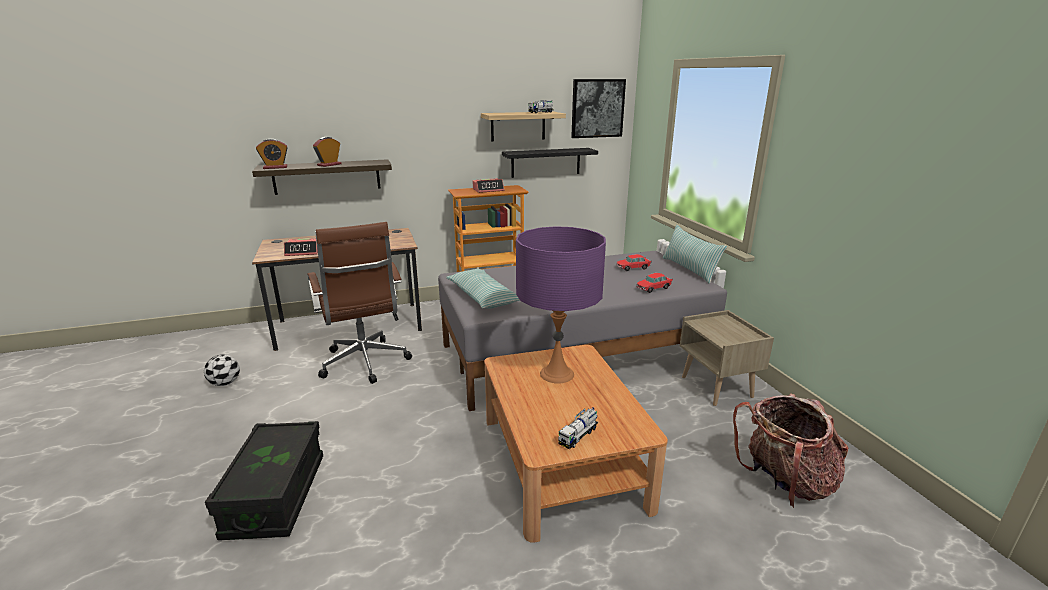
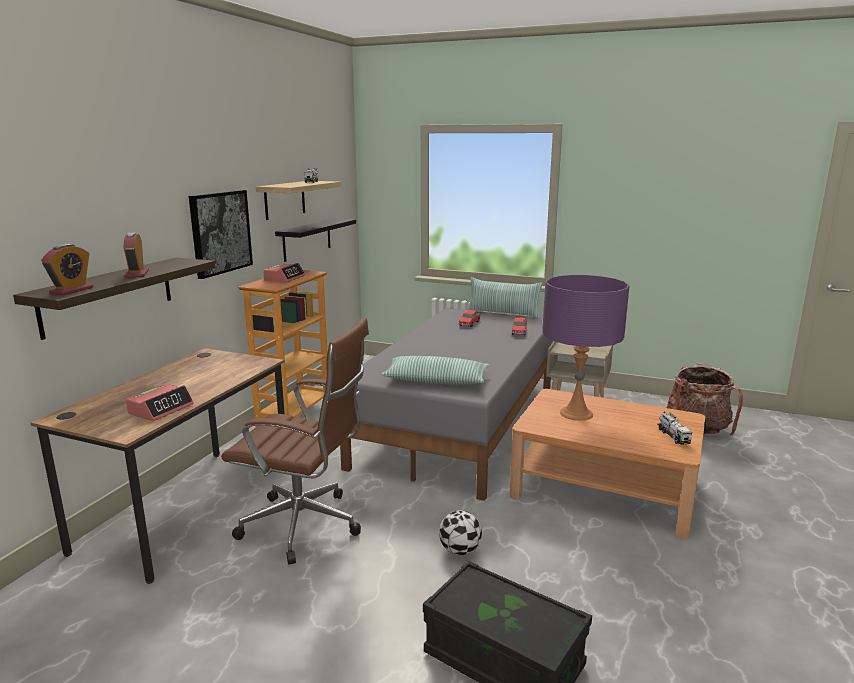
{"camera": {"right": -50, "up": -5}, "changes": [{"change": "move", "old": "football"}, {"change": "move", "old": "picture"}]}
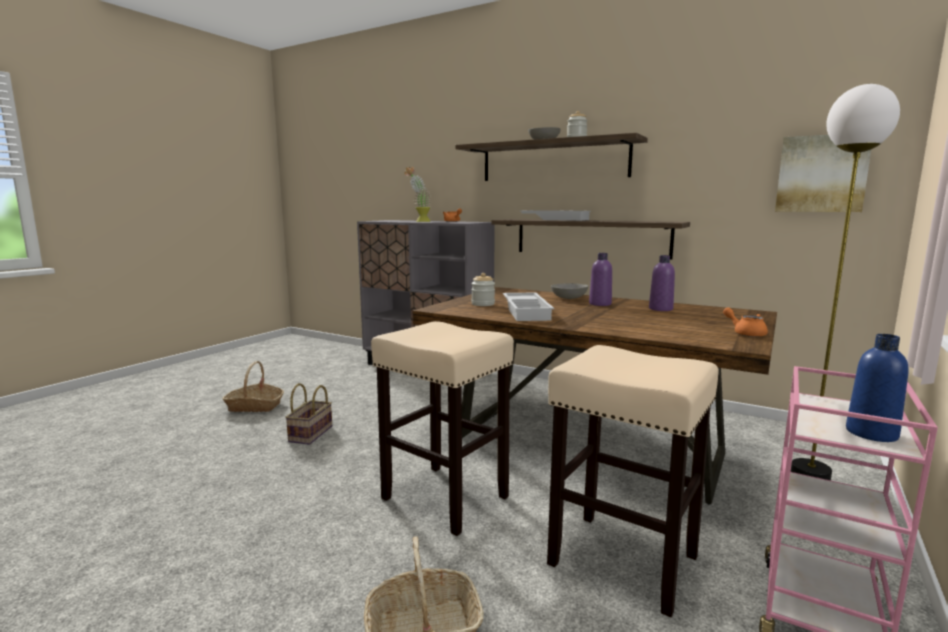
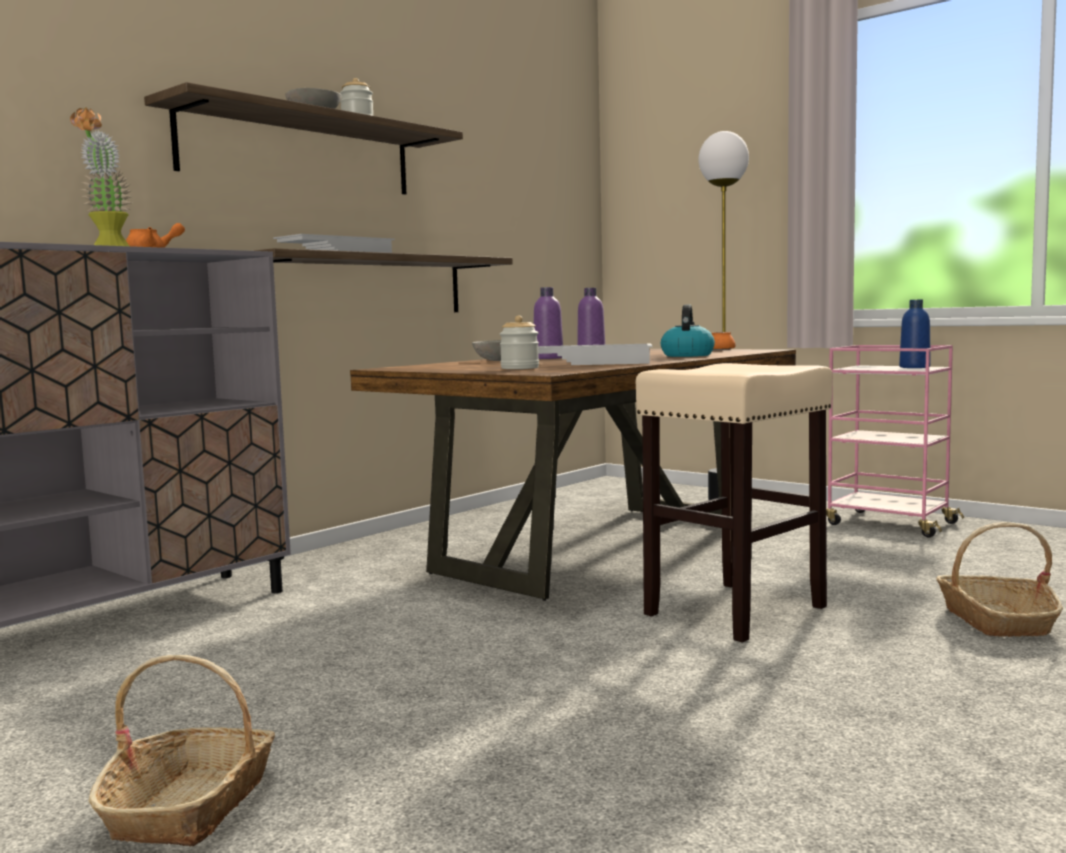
{"camera": {"right": -80, "up": -5}, "changes": [{"change": "delete", "old": "basket (2nd from left)"}, {"change": "delete", "old": "beige stool (2nd from left)"}, {"change": "delete", "old": "picture"}, {"change": "insert", "new": "kettle"}]}
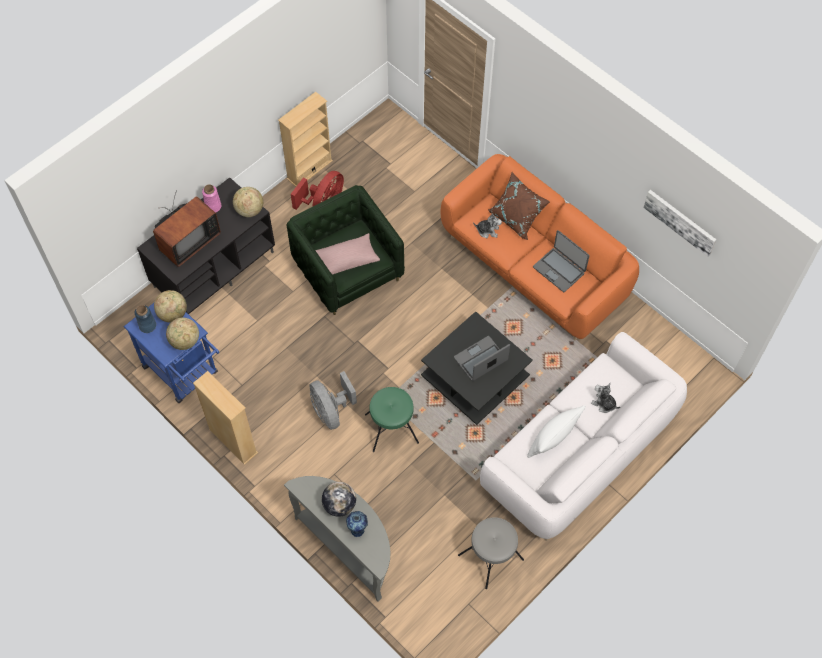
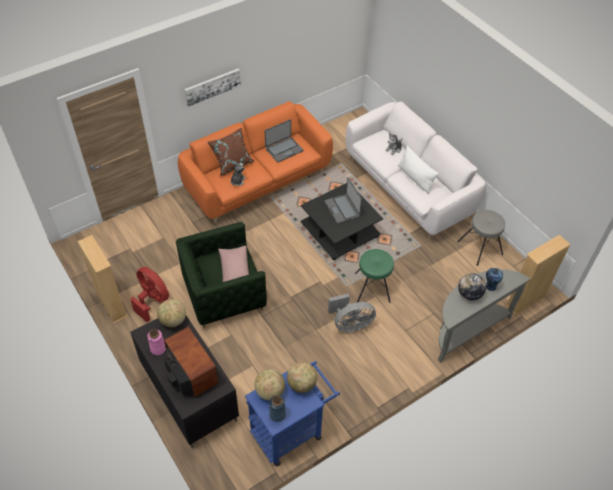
{"camera": {"right": -80, "up": -10}, "changes": [{"change": "move", "old": "beige bookcase (1st from left in the first image)", "new": "beige bookcase (2nd from left)"}, {"change": "move", "old": "picture"}]}
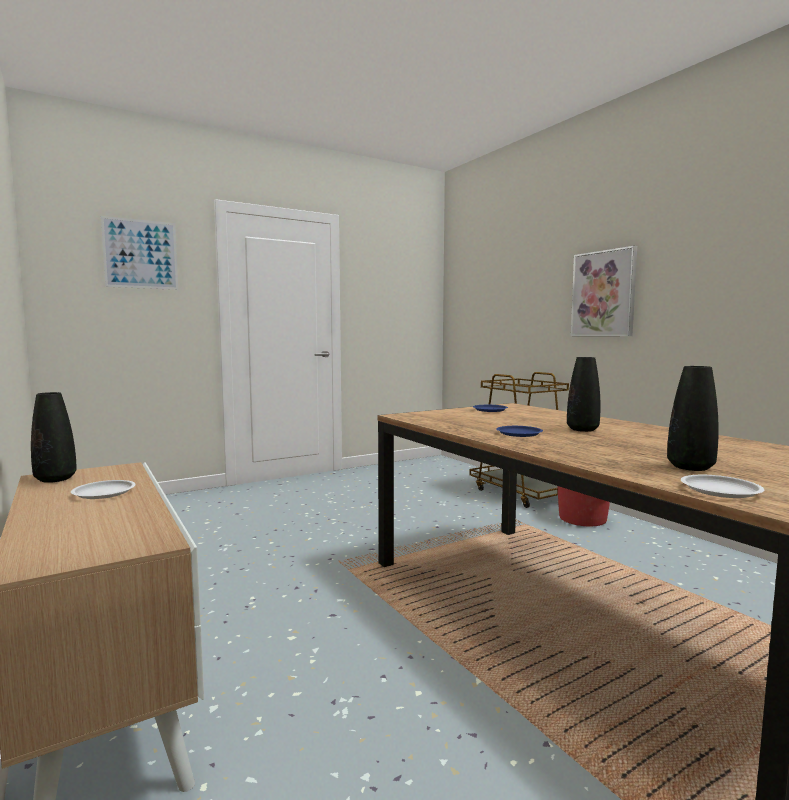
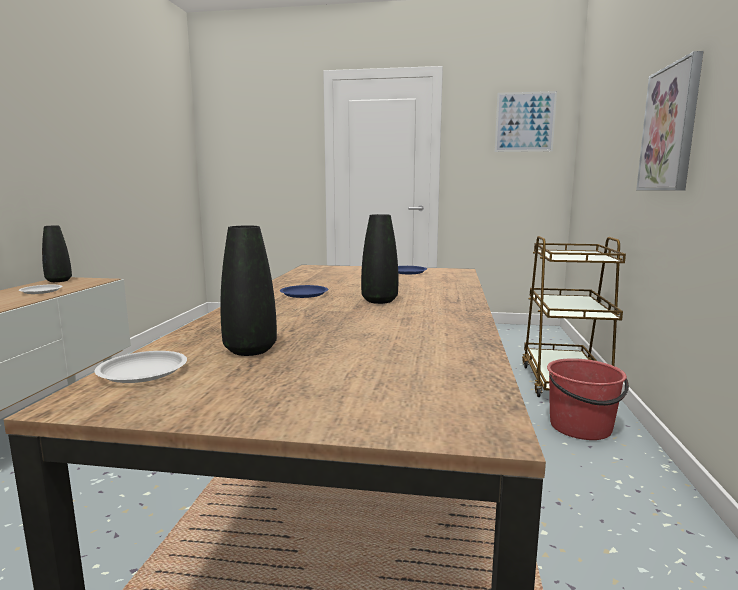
{"camera": {"right": 40, "up": 5}, "changes": [{"change": "move", "old": "picture (1st from left)"}]}
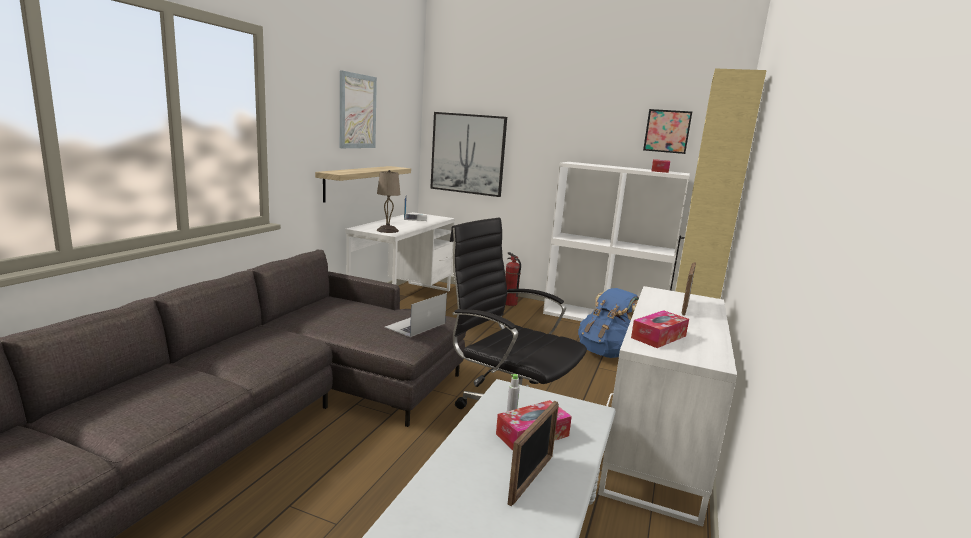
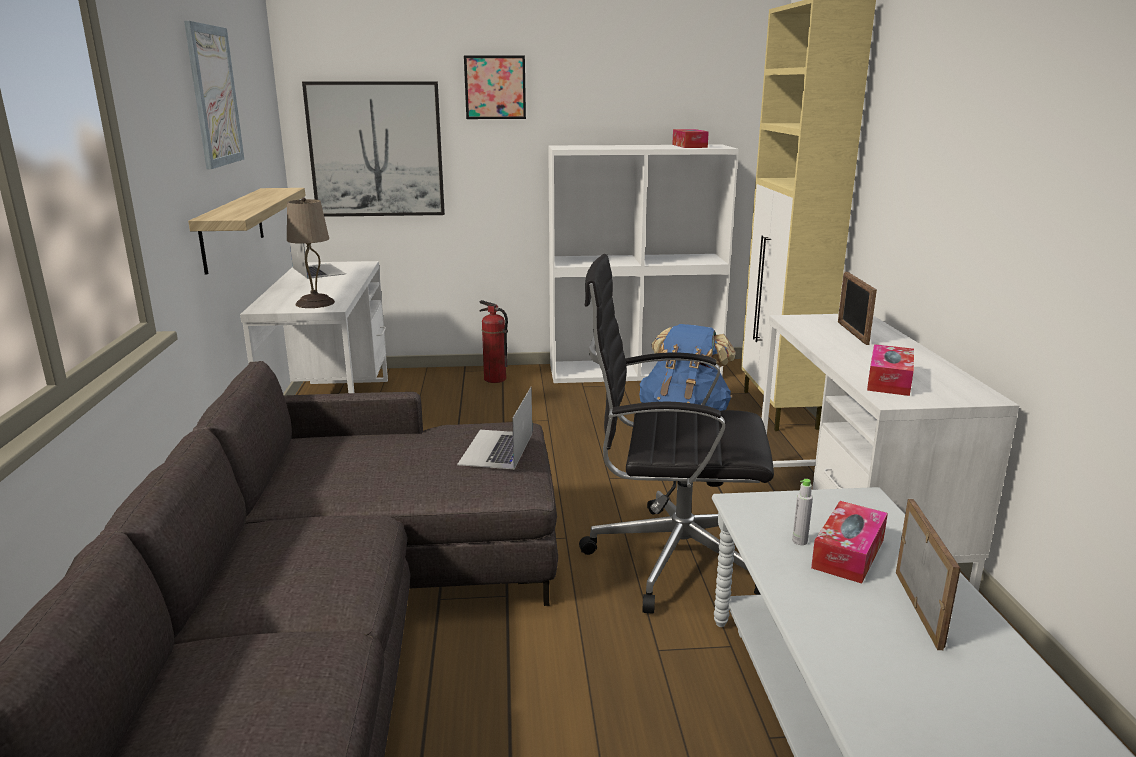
{"camera": {"right": -25, "up": 5}, "changes": [{"change": "move", "old": "picture (3rd from left)"}]}
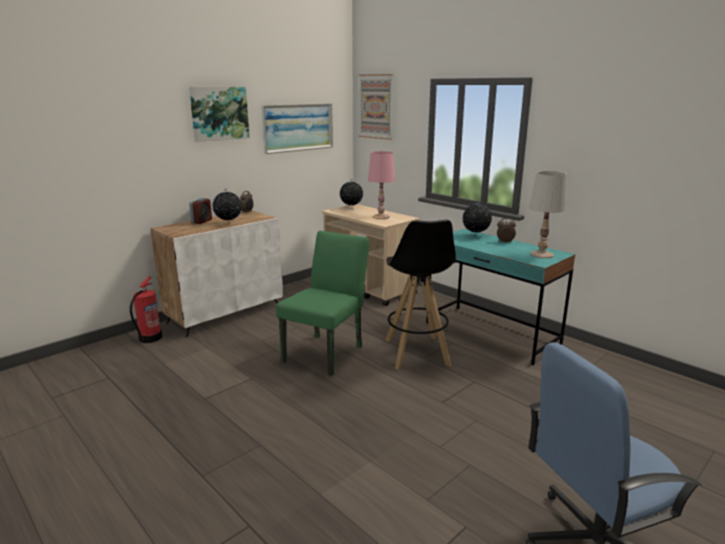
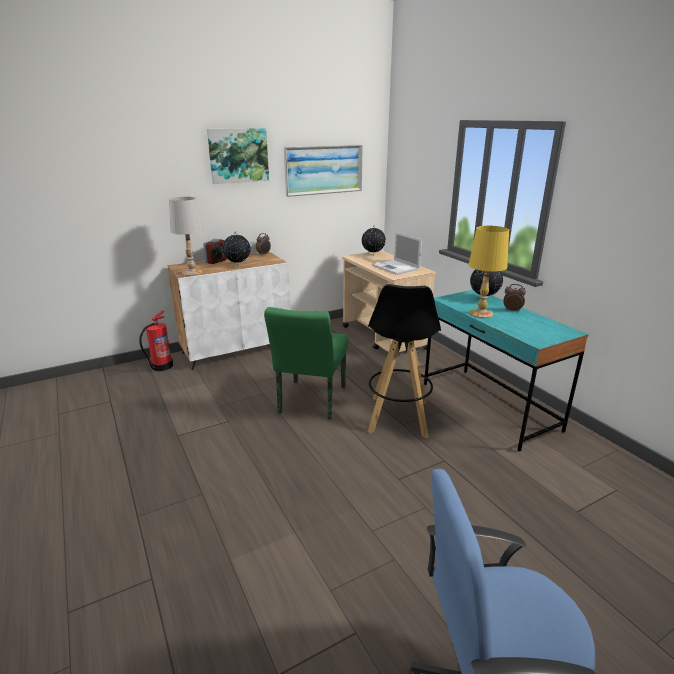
{"camera": {"right": 15, "up": 5}, "changes": [{"change": "rotate", "old": "green chair", "degrees": 150}, {"change": "delete", "old": "picture (3rd from left)"}, {"change": "replace", "old": "pink table lamp", "new": "laptop"}, {"change": "move", "old": "white table lamp"}, {"change": "insert", "new": "yellow table lamp"}]}
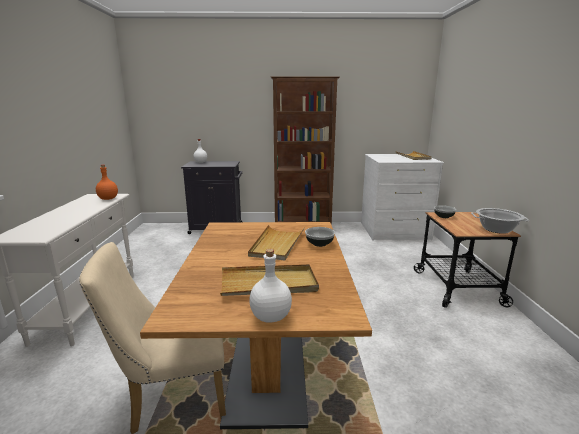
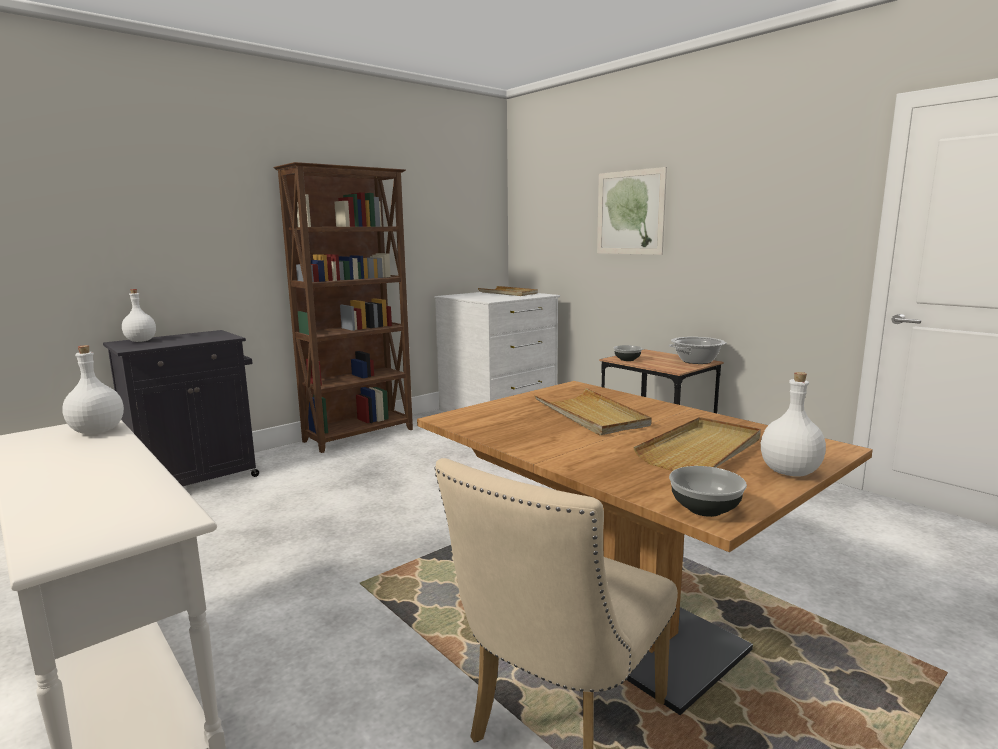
{"camera": {"right": -40, "up": -5}, "changes": [{"change": "recolor", "old": "orange bottle", "new": "white bottle (1st from left)"}, {"change": "move", "old": "bowl (1st from left in the first image)", "new": "bowl (2nd from left)"}, {"change": "insert", "new": "picture"}]}
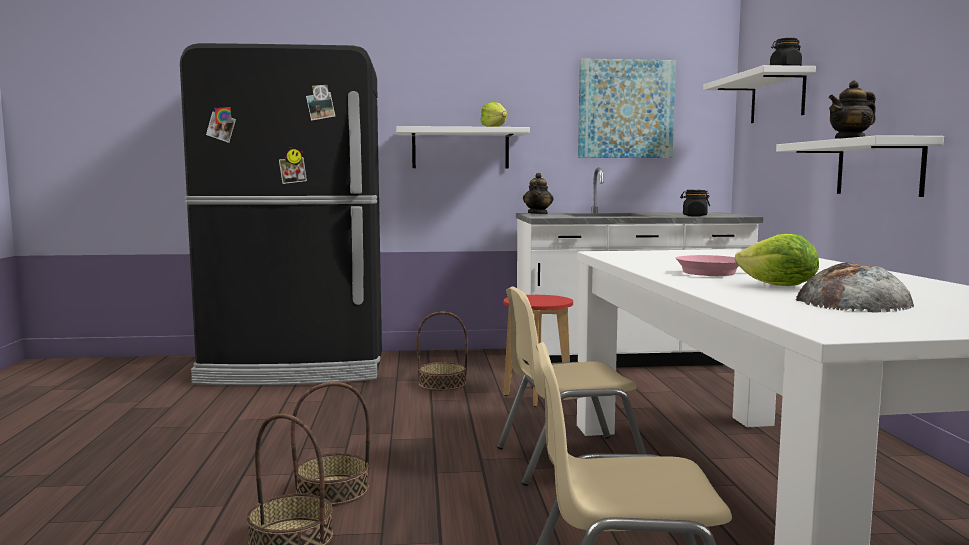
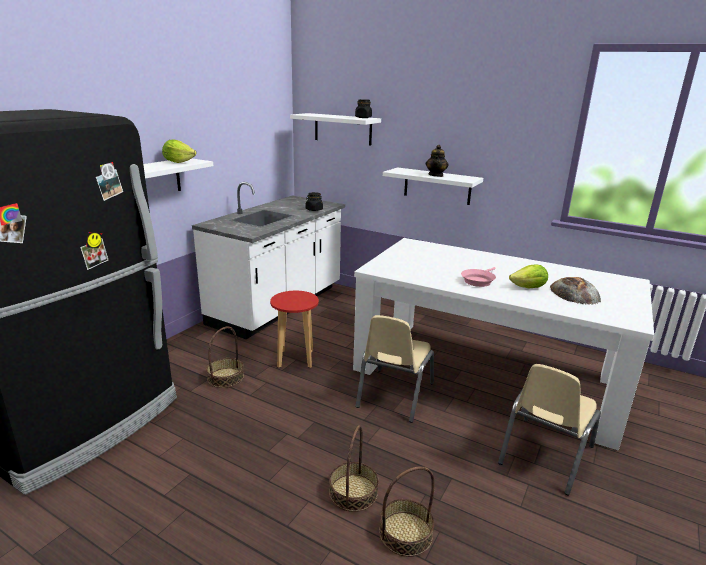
{"camera": {"right": -55, "up": 15}, "changes": [{"change": "delete", "old": "teapot (1st from left)"}, {"change": "delete", "old": "picture"}]}
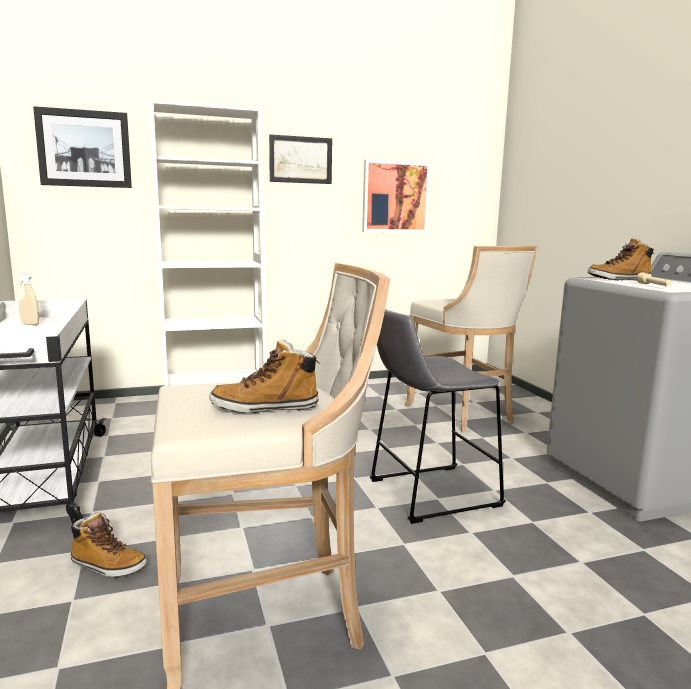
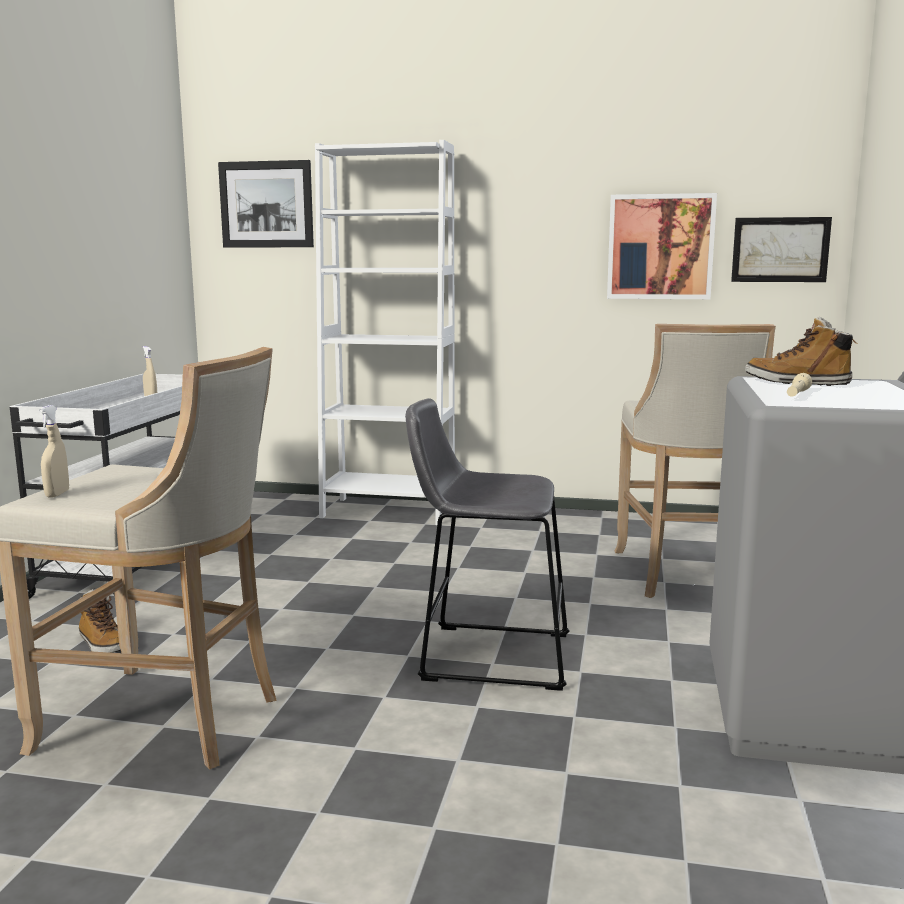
{"camera": {"right": 30, "up": 0}, "changes": [{"change": "delete", "old": "boot (2nd from left)"}, {"change": "move", "old": "picture (2nd from left in the first image)", "new": "picture (3rd from left)"}, {"change": "insert", "new": "beige spray bottle (1st from left)"}]}
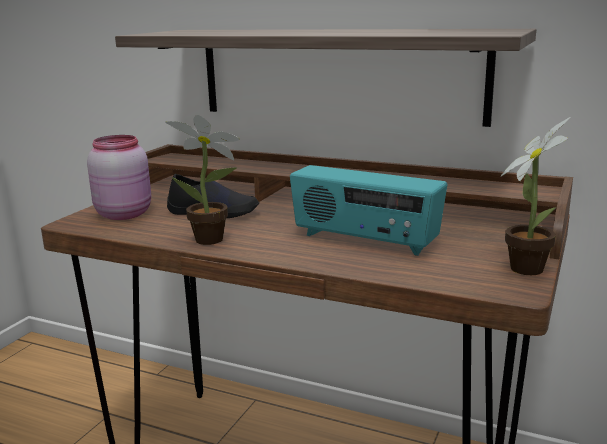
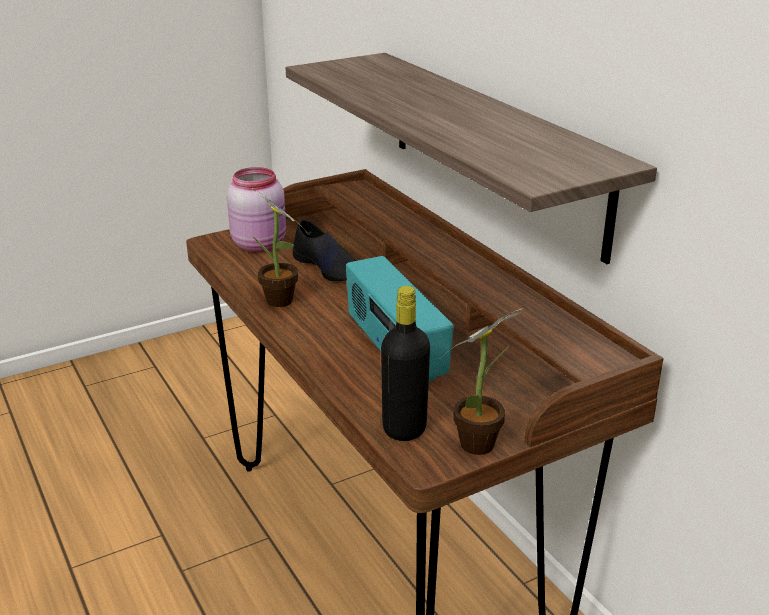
{"camera": {"right": 35, "up": 10}, "changes": [{"change": "insert", "new": "black bottle"}]}
